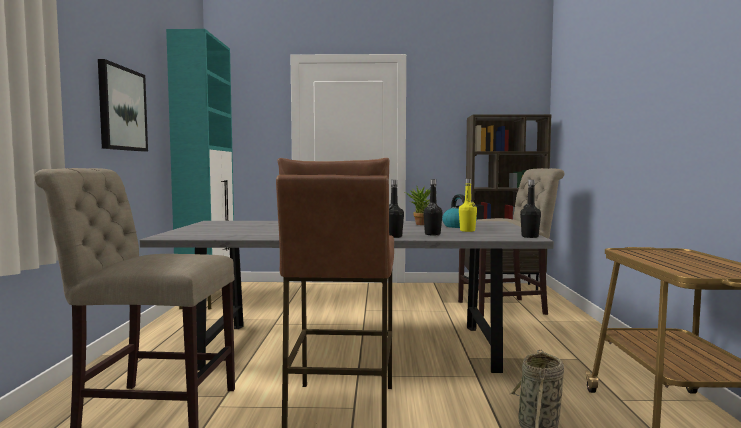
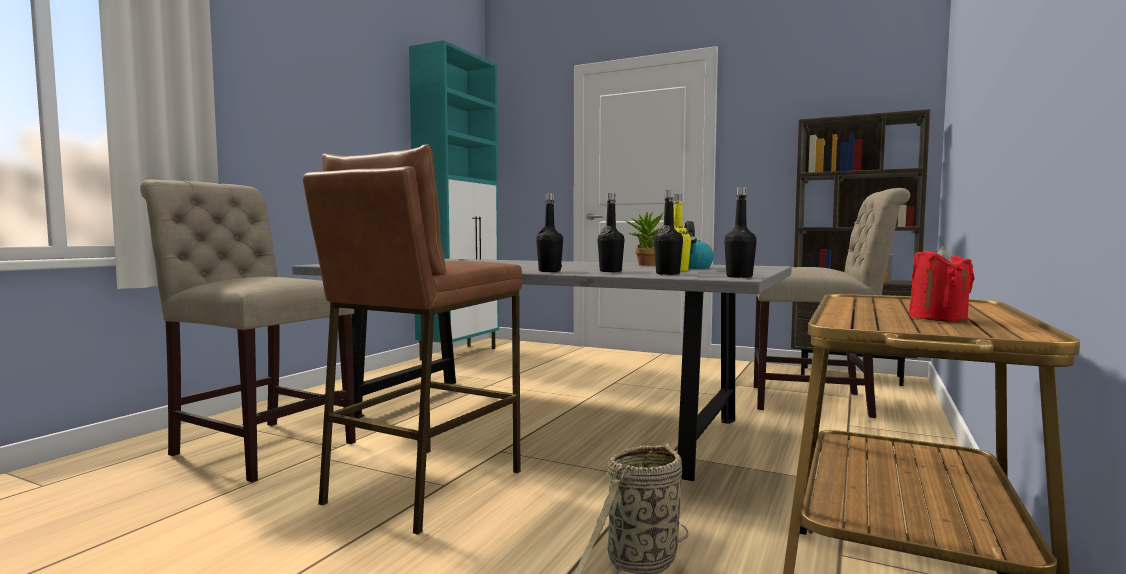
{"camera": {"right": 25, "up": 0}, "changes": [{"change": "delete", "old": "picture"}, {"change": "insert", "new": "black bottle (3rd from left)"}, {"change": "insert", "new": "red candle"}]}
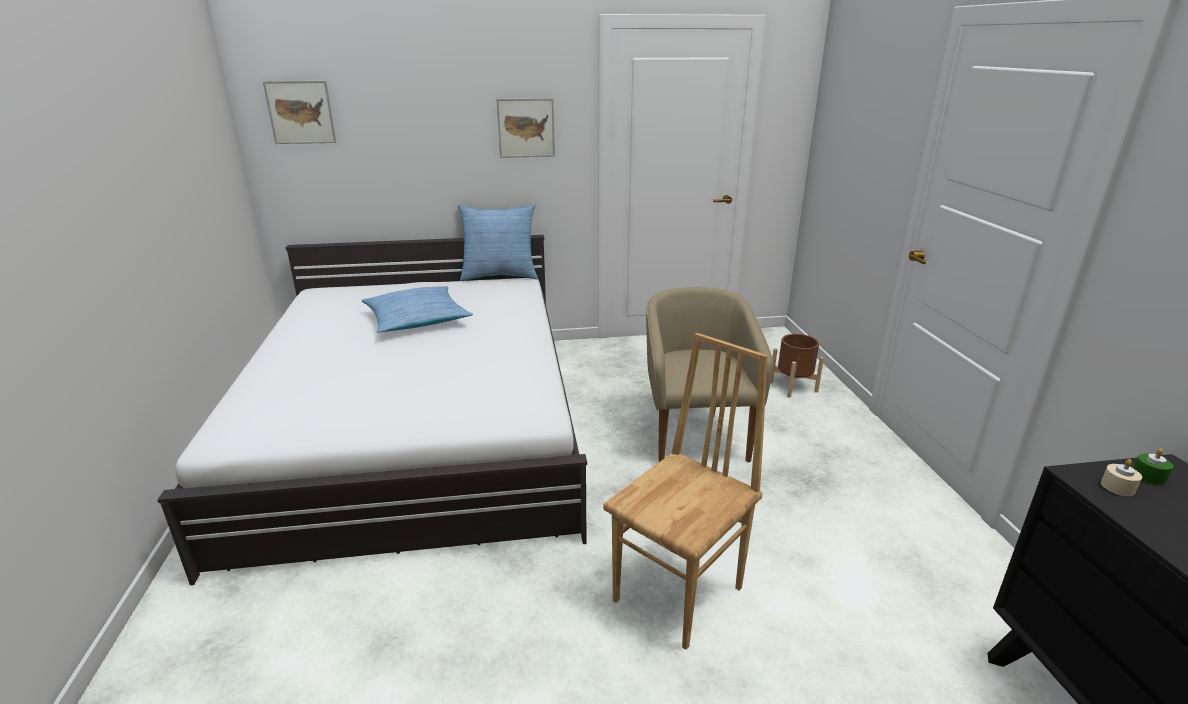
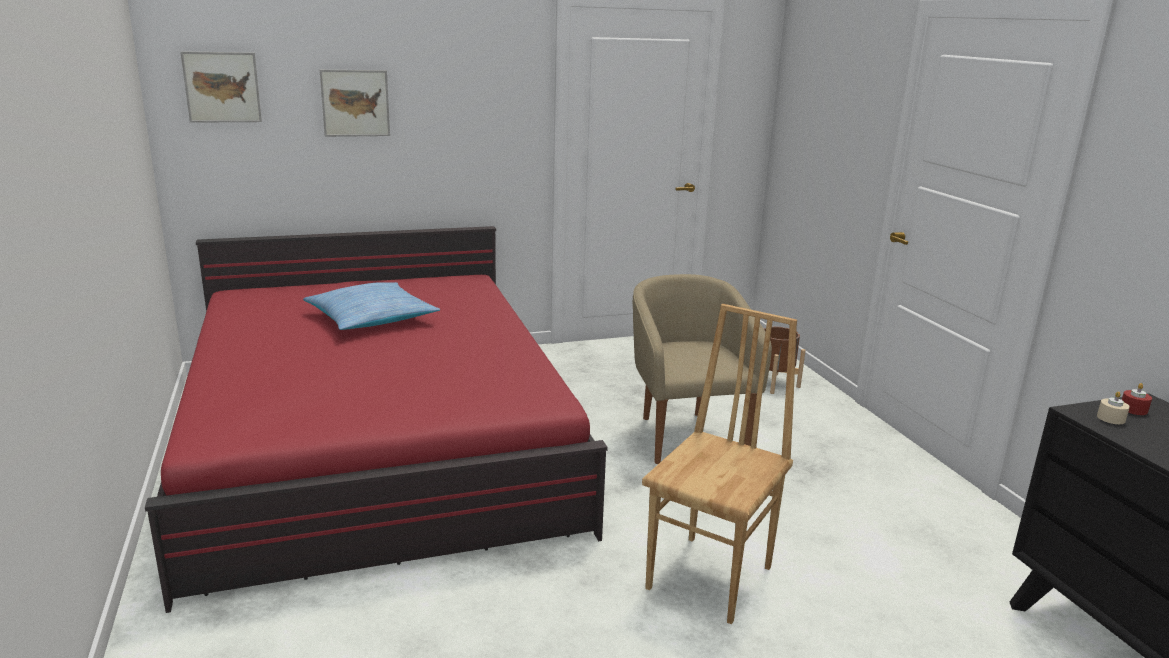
{"camera": {"right": -10, "up": -5}, "changes": [{"change": "recolor", "old": "white bed", "new": "red bed"}, {"change": "delete", "old": "pillow (2nd from left)"}, {"change": "move", "old": "picture (2nd from left)"}, {"change": "recolor", "old": "green candle", "new": "red candle"}]}
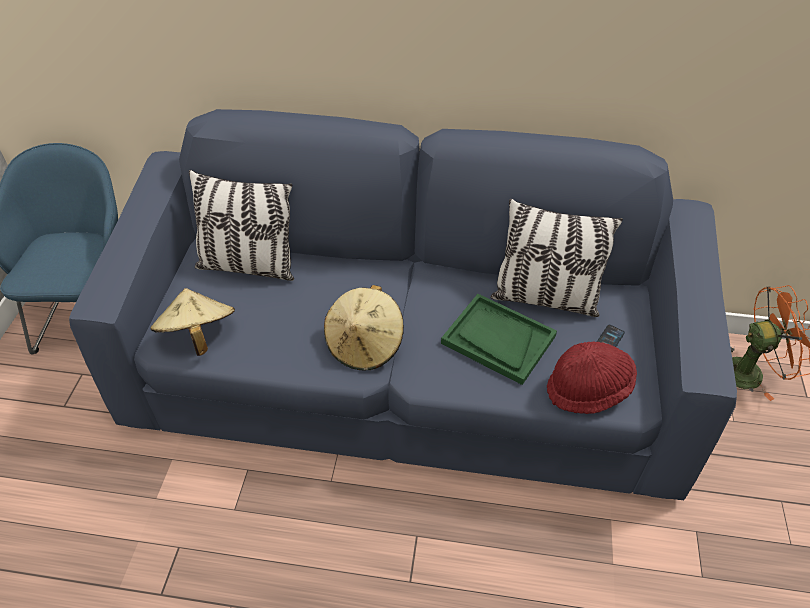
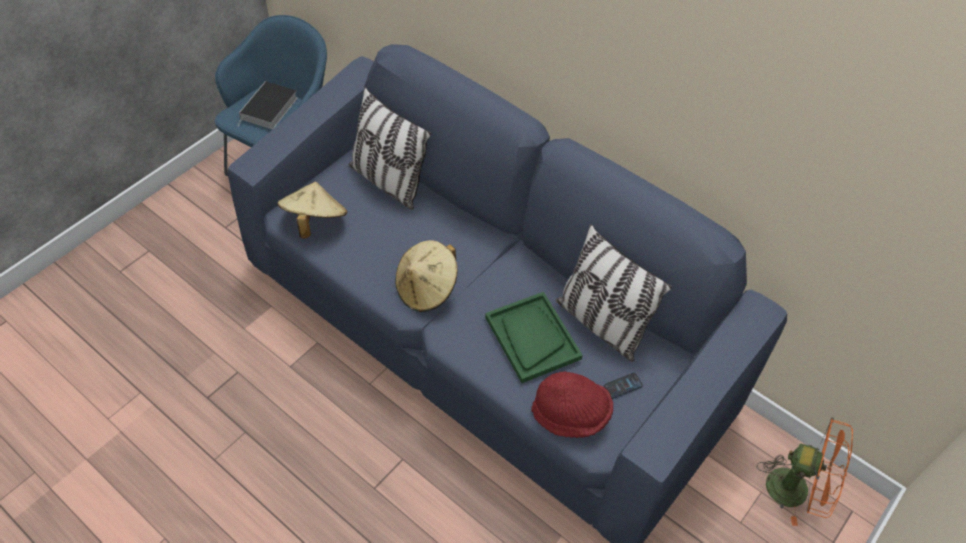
{"camera": {"right": 30, "up": 5}, "changes": [{"change": "insert", "new": "book"}]}
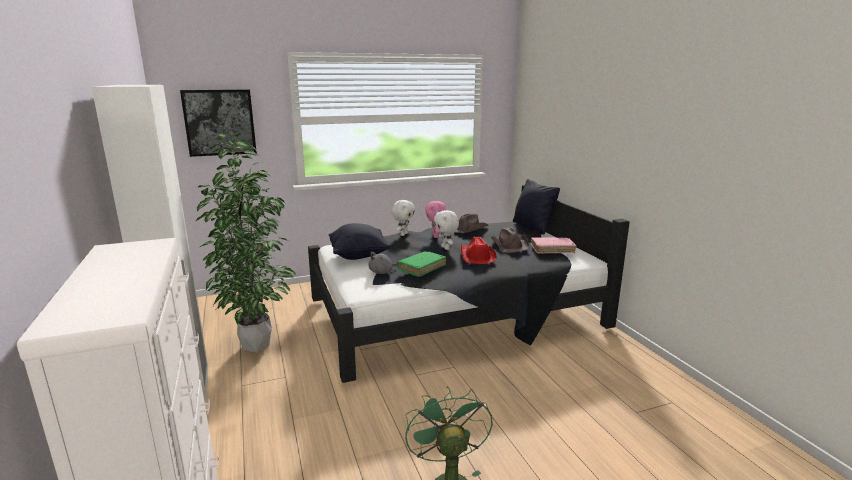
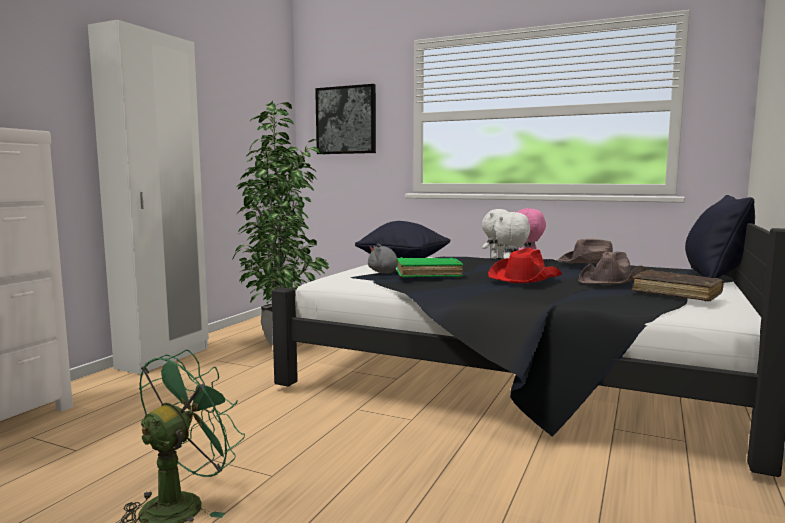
{"camera": {"right": 45, "up": -10}, "changes": [{"change": "recolor", "old": "pink book", "new": "brown book"}]}
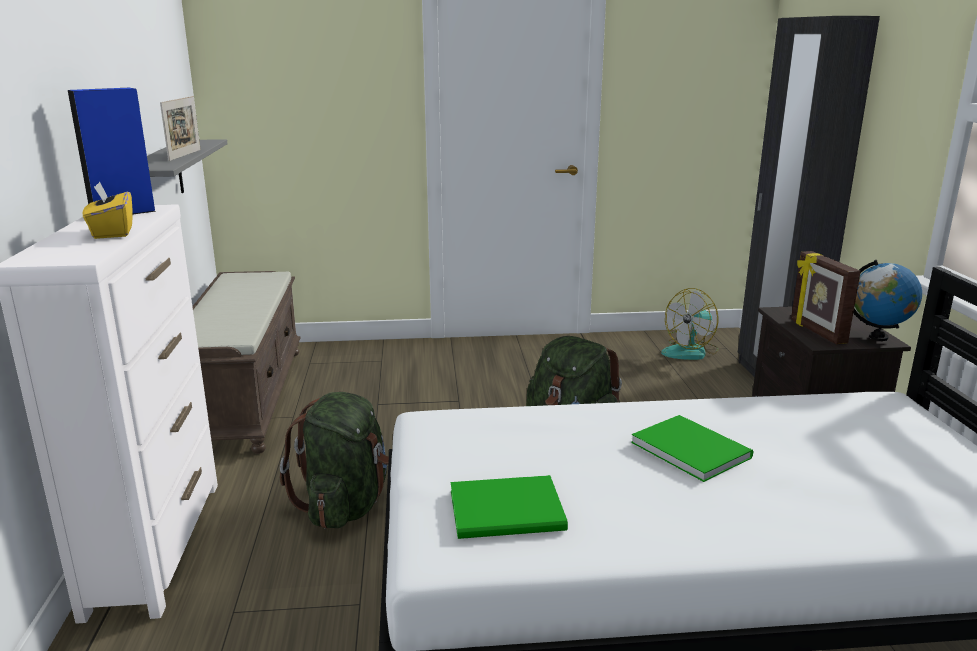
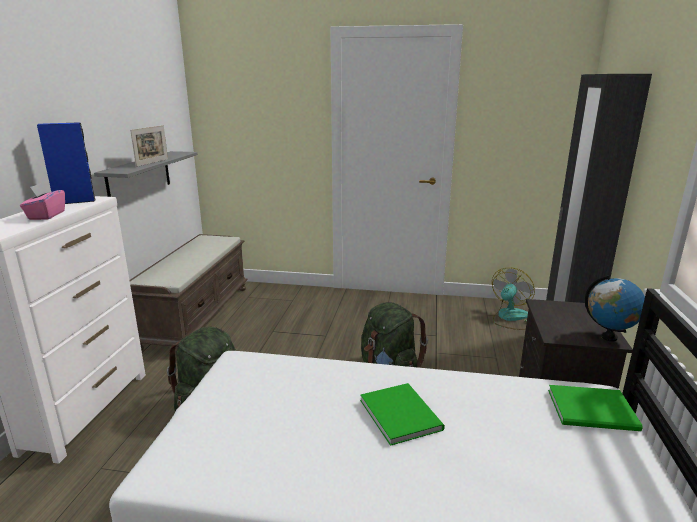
{"camera": {"right": 15, "up": 0}, "changes": [{"change": "recolor", "old": "yellow tissue box", "new": "pink tissue box"}, {"change": "move", "old": "green book (1st from left in the first image)", "new": "green book (2nd from left)"}, {"change": "rotate", "old": "fan", "degrees": 150}, {"change": "delete", "old": "picture frame (2nd from left)"}]}
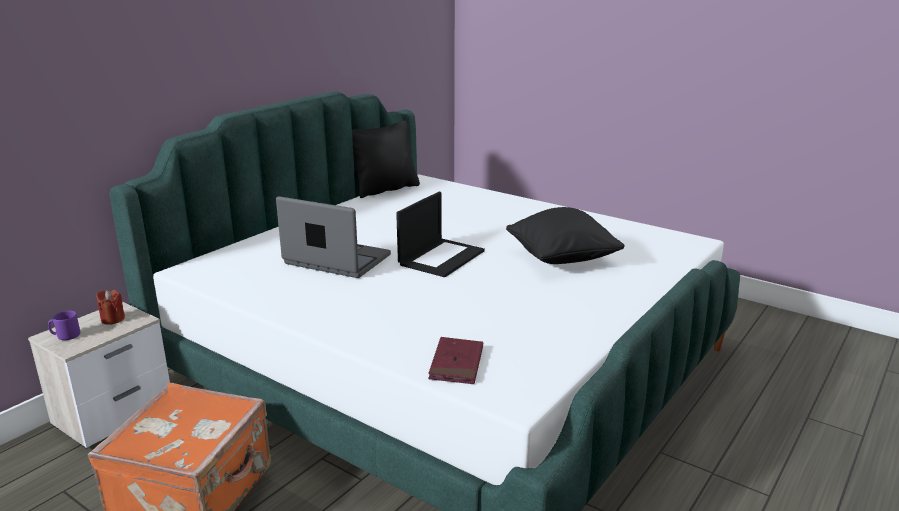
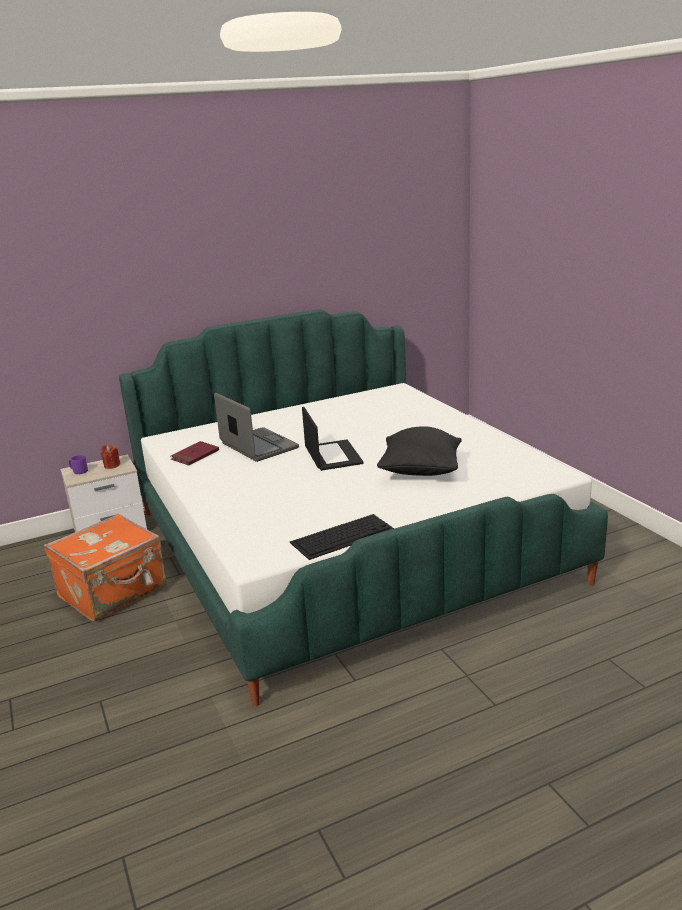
{"camera": {"right": 30, "up": 0}, "changes": [{"change": "delete", "old": "black pillow (1st from left)"}, {"change": "rotate", "old": "laptop (2nd from left)", "degrees": -75}, {"change": "move", "old": "red book"}, {"change": "insert", "new": "keyboard"}]}
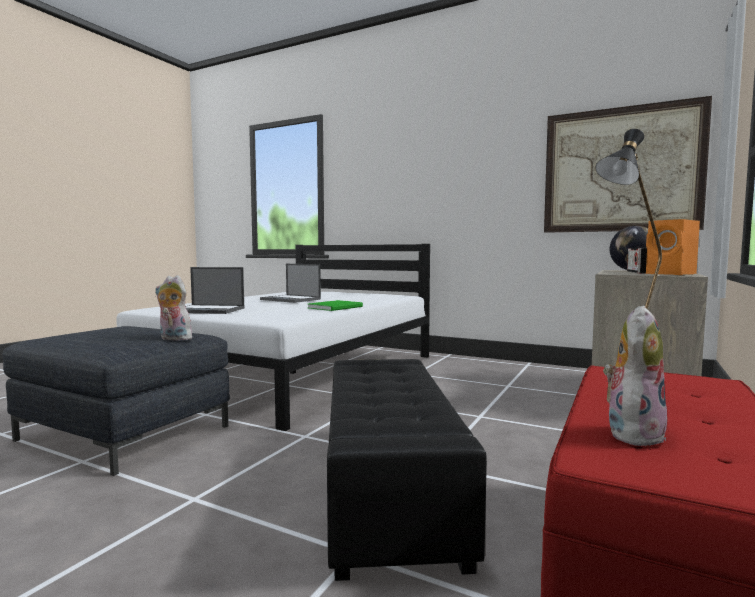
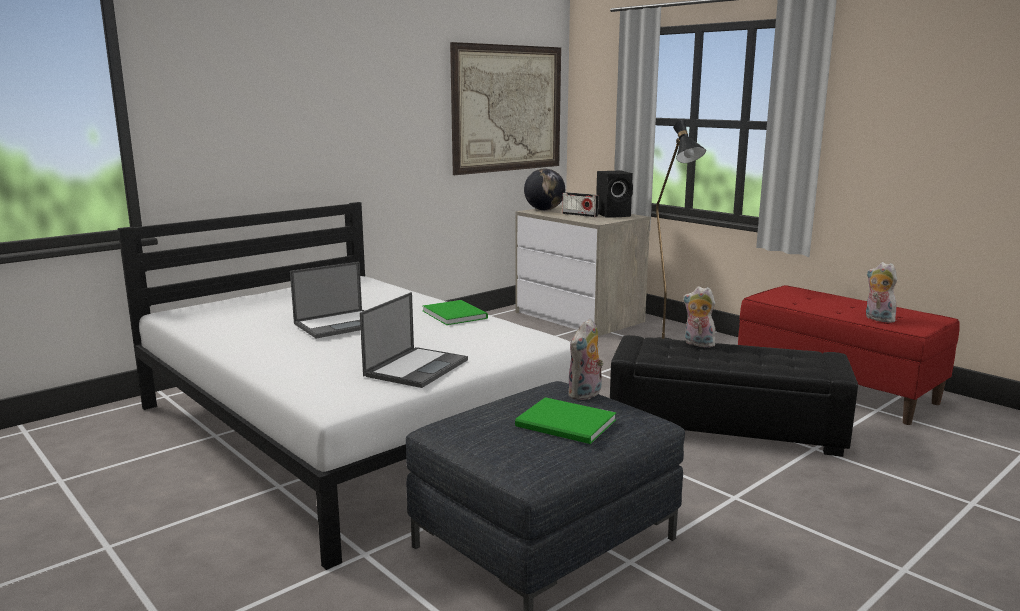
{"camera": {"right": -70, "up": 10}, "changes": [{"change": "recolor", "old": "orange speaker", "new": "black speaker"}, {"change": "insert", "new": "green book (2nd from left)"}, {"change": "insert", "new": "plush toy (2nd from left)"}]}
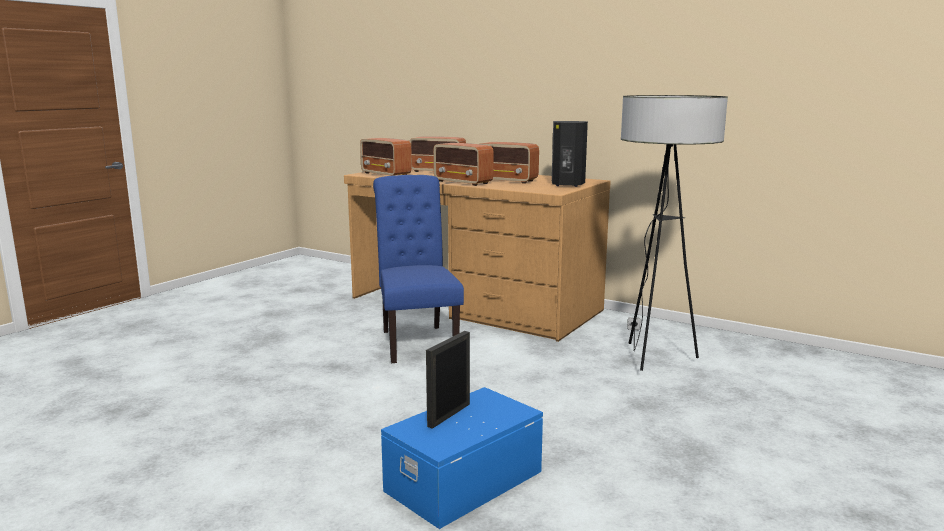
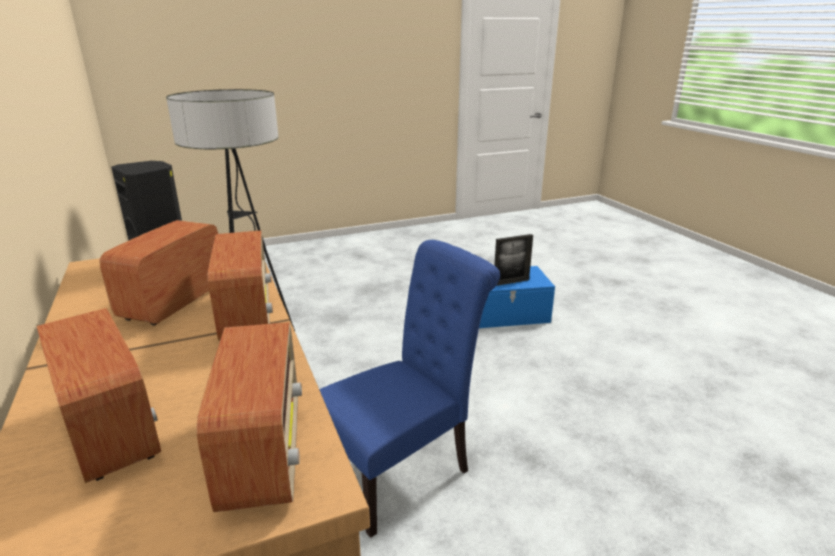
{"camera": {"right": -145, "up": 10}, "changes": [{"change": "rotate", "old": "blue chair", "degrees": -150}, {"change": "rotate", "old": "radio (4th from left in the first image)", "degrees": -135}]}
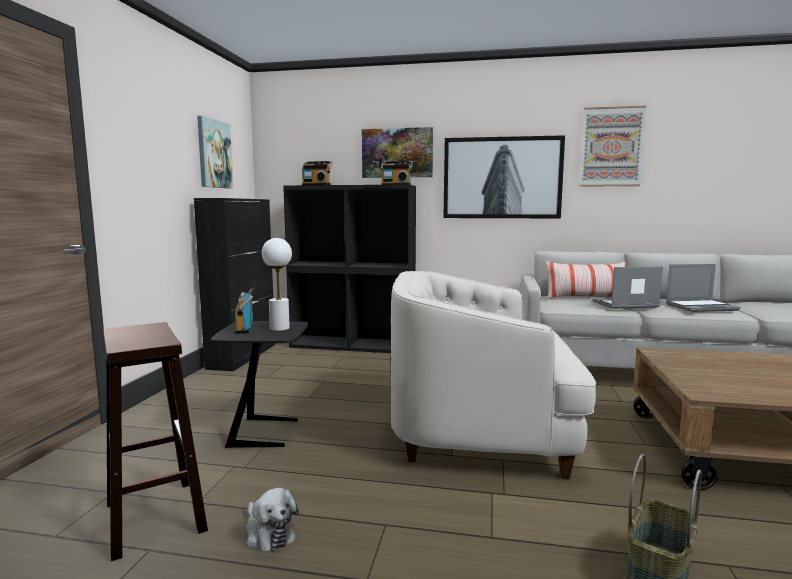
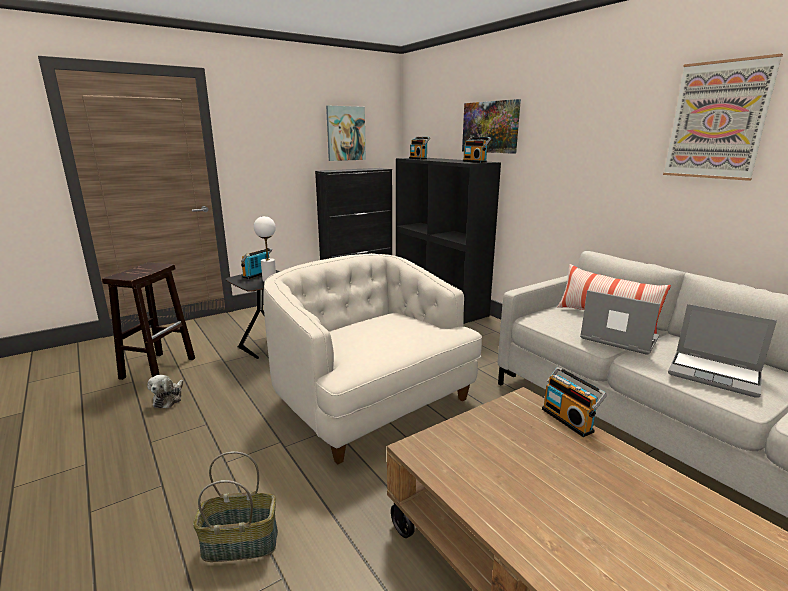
{"camera": {"right": 45, "up": 10}, "changes": [{"change": "delete", "old": "picture (3rd from left)"}, {"change": "insert", "new": "radio (4th from left)"}]}
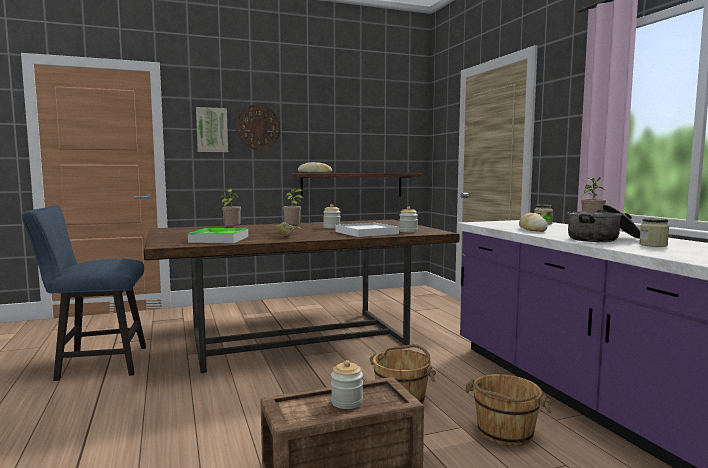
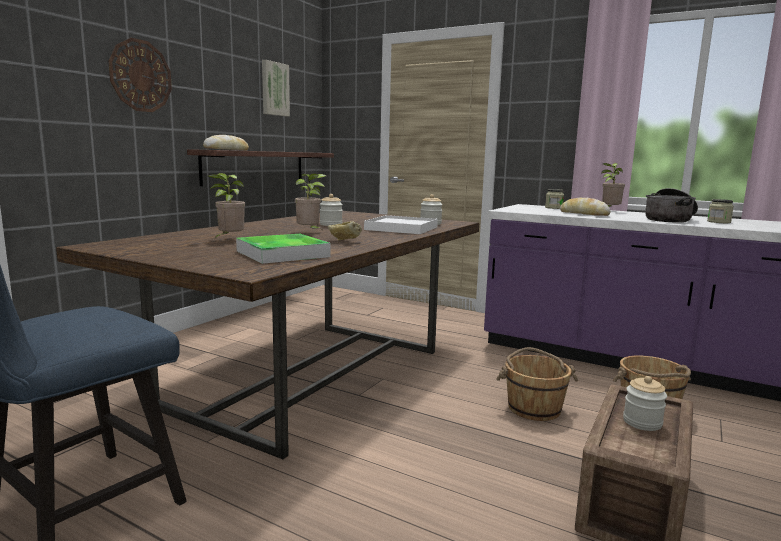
{"camera": {"right": -40, "up": 5}, "changes": [{"change": "move", "old": "picture"}]}
